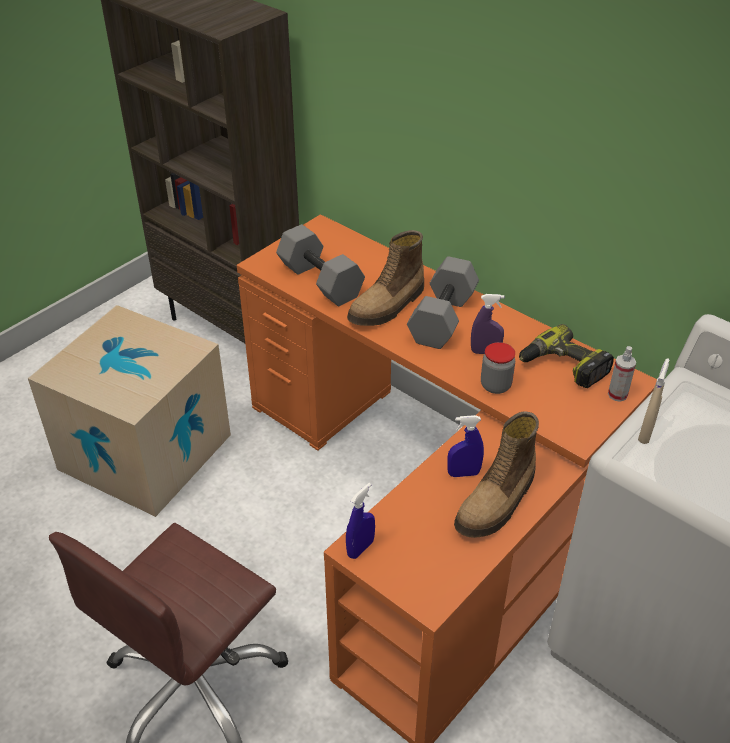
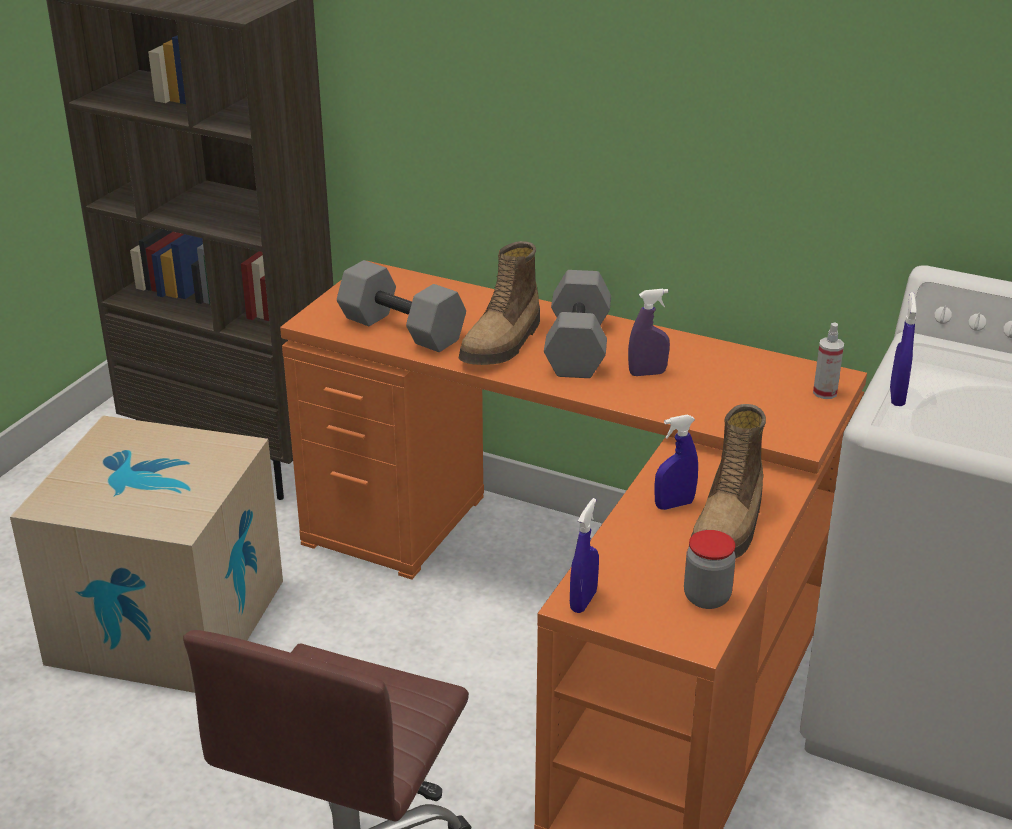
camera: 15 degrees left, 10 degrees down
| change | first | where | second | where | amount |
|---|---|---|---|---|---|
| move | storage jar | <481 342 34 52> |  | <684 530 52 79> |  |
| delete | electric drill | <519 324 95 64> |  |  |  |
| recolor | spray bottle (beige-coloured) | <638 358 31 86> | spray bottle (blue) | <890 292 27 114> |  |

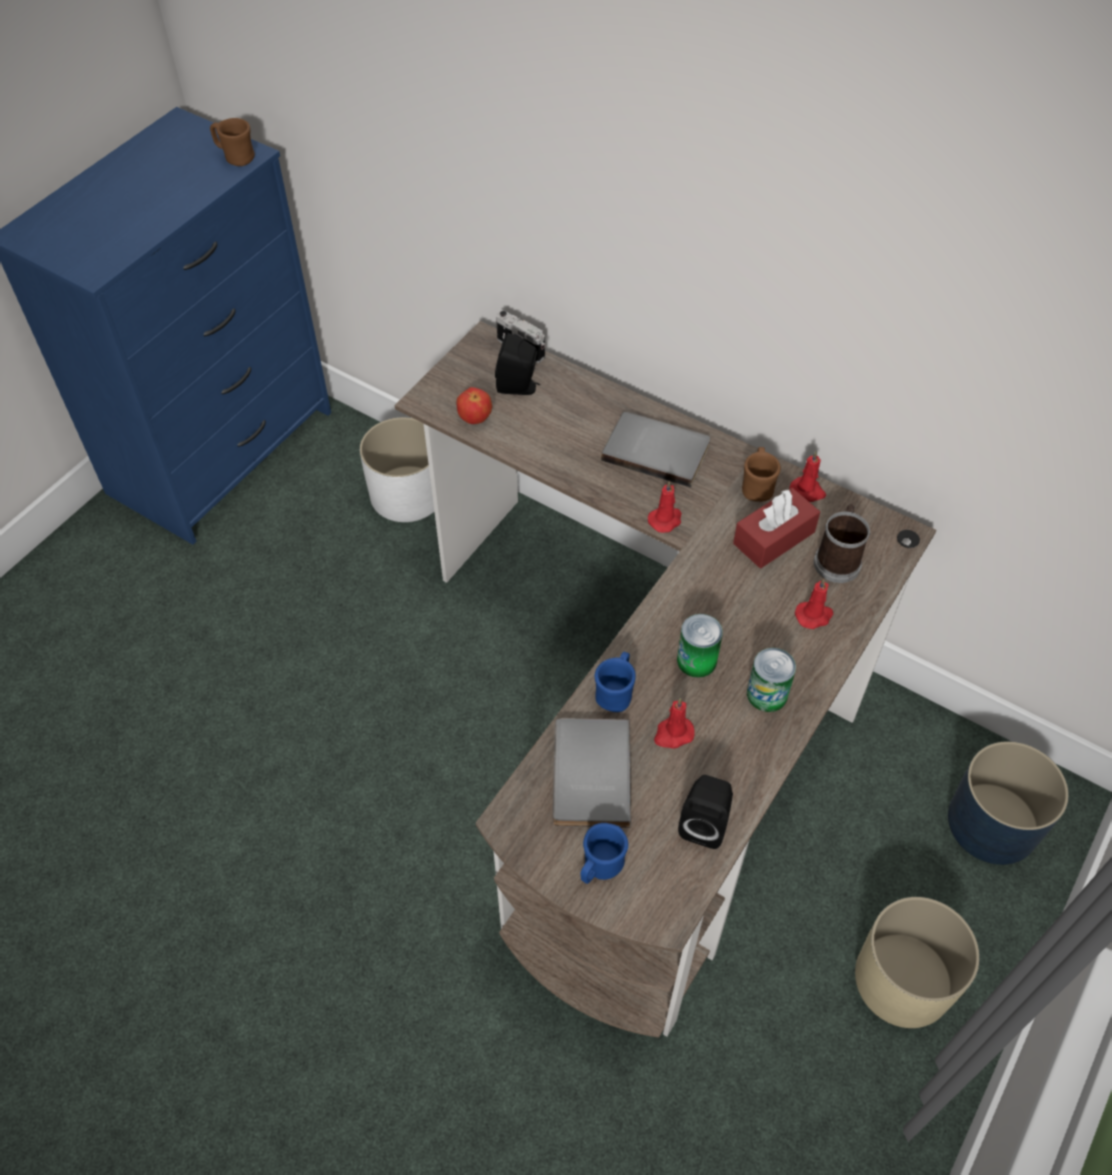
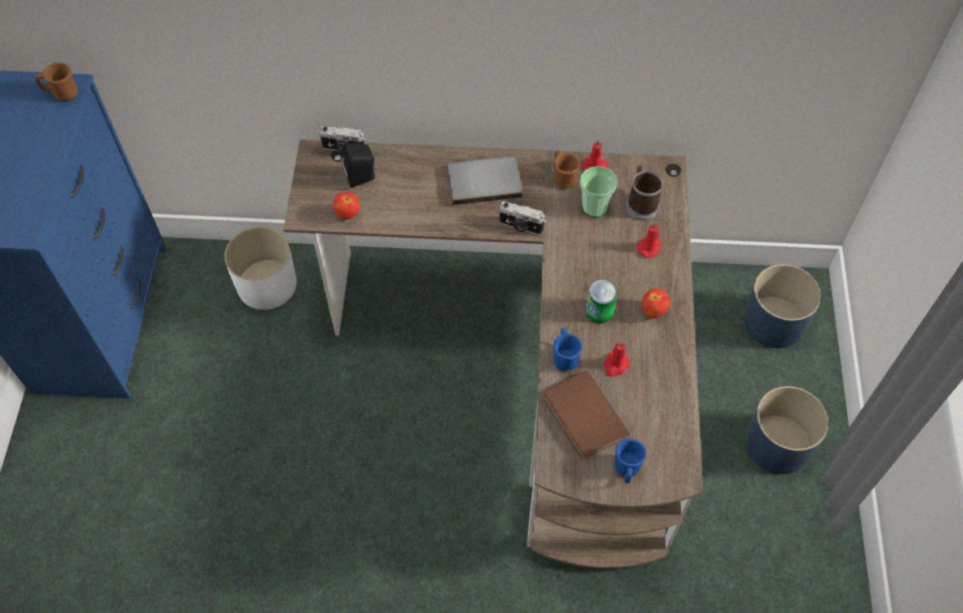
camera: 30 degrees left, 5 degrees up
| change | first | where | second | where | amount |
|---|---|---|---|---|---|
| recolor | volume (grey) | <553 718 78 110> | volume (brown) | <543 370 86 89> |  |
| replace | candle (reddish) | <648 481 34 52> | photo camera | <499 201 47 34> |  |
| delete | loudspeaker (blackish) | <678 775 55 74> |  |  |  |
| replace | tissue box (reddish) | <733 488 87 80> | cup | <580 166 37 51> |  |
| replace | sealed can | <747 648 49 64> | apple fruit | <642 288 29 30> |  |
| recolor | flower pot (beige-coloured) | <855 897 125 131> | flower pot (blue) | <745 386 84 88> |  |

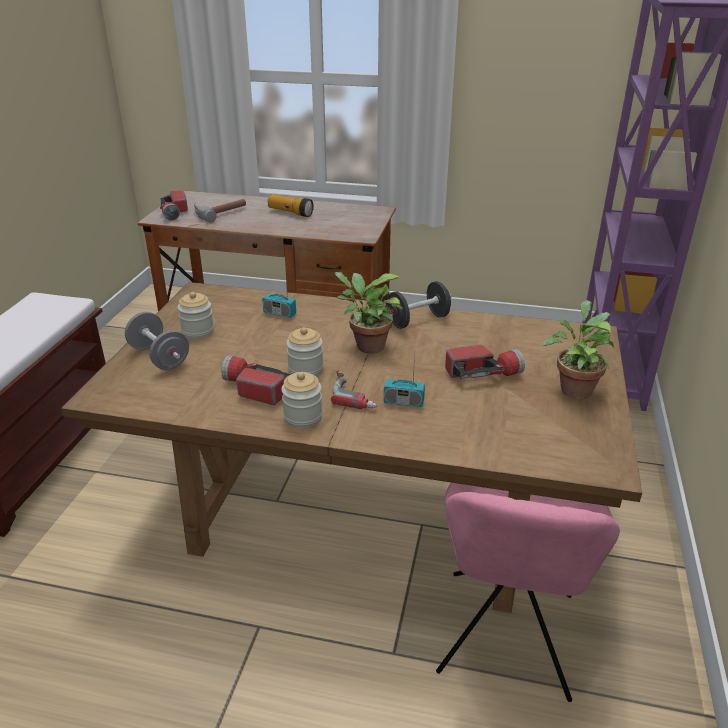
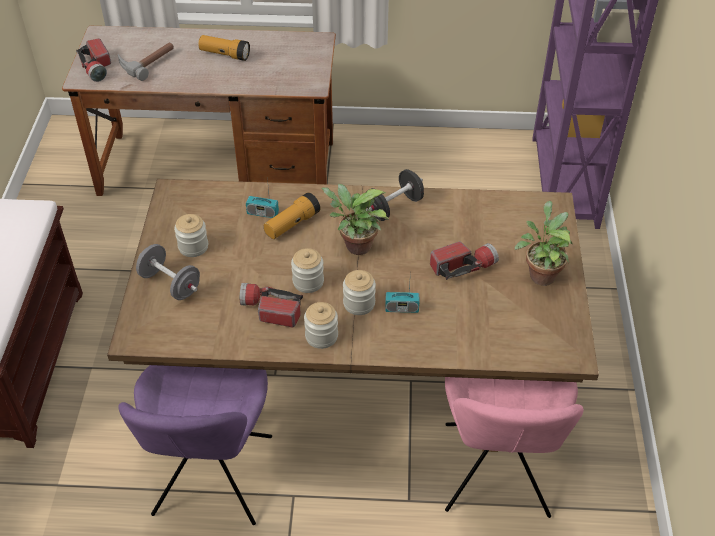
camera: 10 degrees left, 15 degrees up
| change | first | where | second | where | amount |
|---|---|---|---|---|---|
| replace | electric drill | <331 370 47 39> | storage jar | <343 270 33 45> |  |
| insert |  |  | chair (purple) | <118 365 154 160> |  |
| insert |  |  | torch | <264 193 56 46> |  |

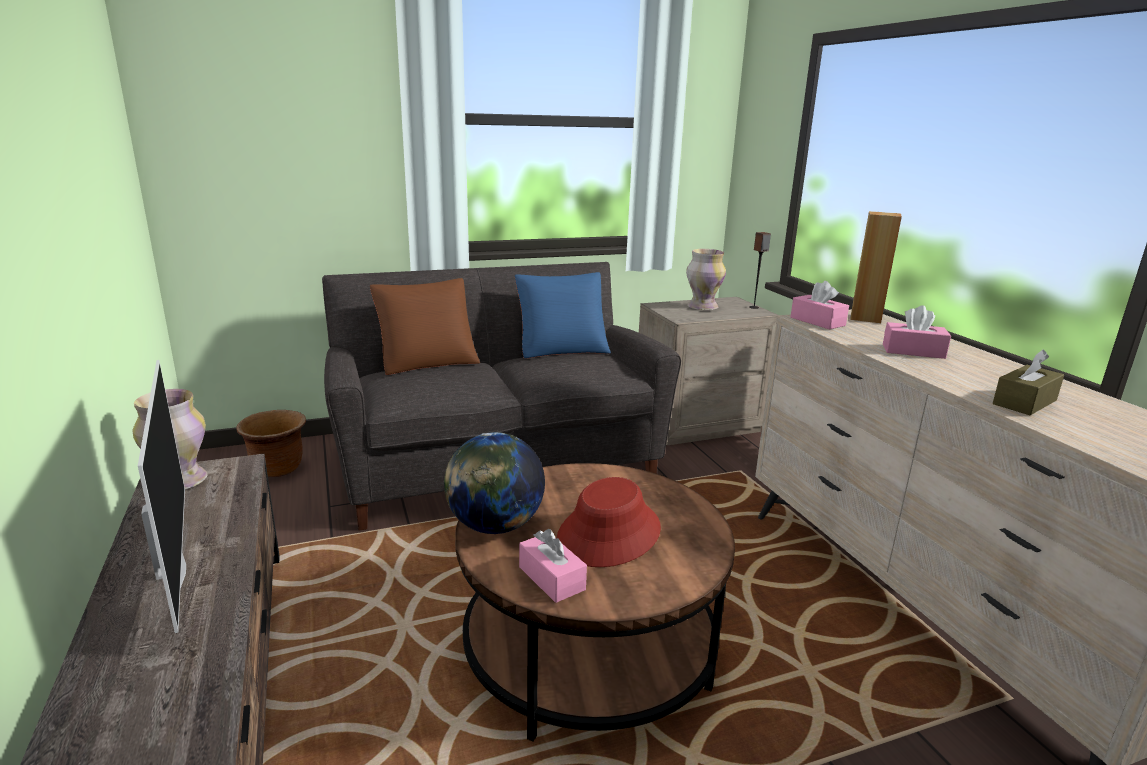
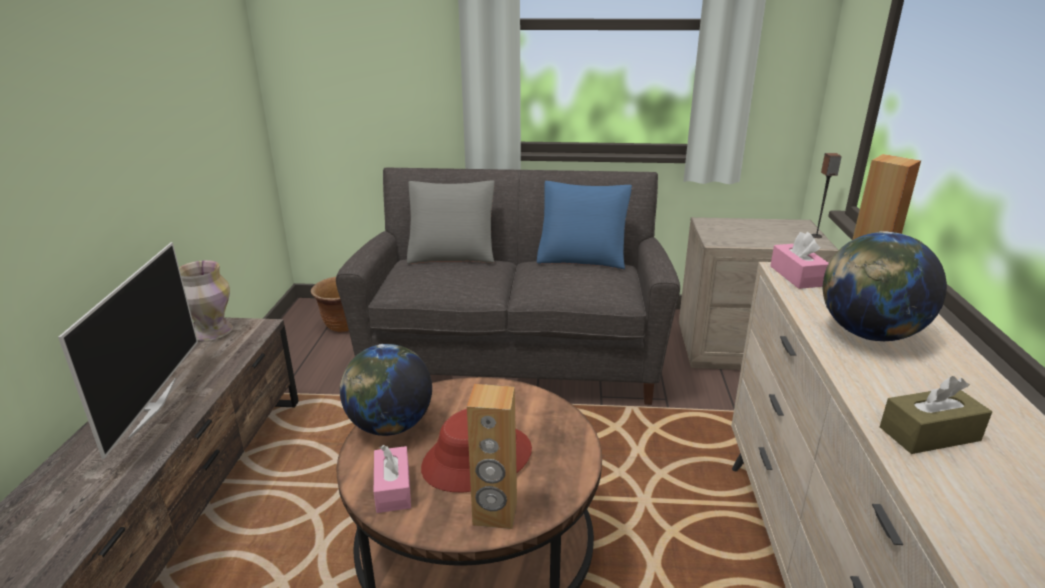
camera: 25 degrees right, 5 degrees up
| change | first | where | second | where | amount |
|---|---|---|---|---|---|
| recolor | cushion (brown) | <370 278 110 97> | cushion (grey) | <407 180 88 84> |  |
| delete | flower vase | <686 249 40 61> |  |  |  |
| replace | tissue box (pinkish) | <883 305 68 54> | world globe | <822 231 125 110> |  |
| insert |  |  | loudspeaker (brown) | <467 384 50 145> |  |

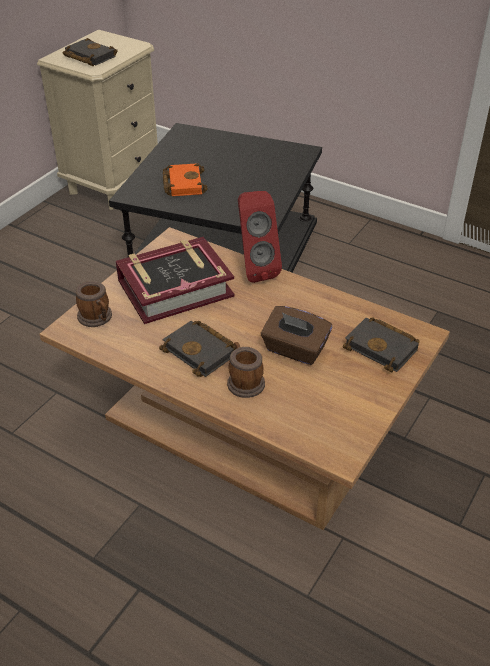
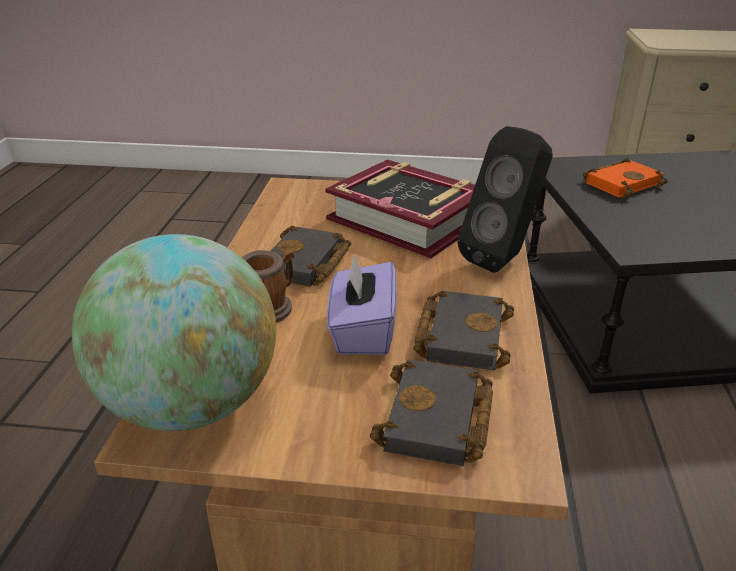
camera: 65 degrees right, 10 degrees down
| change | first | where | second | where | amount |
|---|---|---|---|---|---|
| move | volume (blackish) | <63 38 55 28> |  | <413 291 101 79> |  |
| delete | coffee mug | <76 281 36 46> |  |  |  |
| recolor | loudspeaker (reddish) | <238 191 44 92> | loudspeaker (blackish) | <458 126 95 147> |  |
| recolor | tissue box (brown) | <261 306 71 59> | tissue box (purple) | <327 253 70 102> |  |
| insert |  |  | world globe | <72 234 204 197> |  |

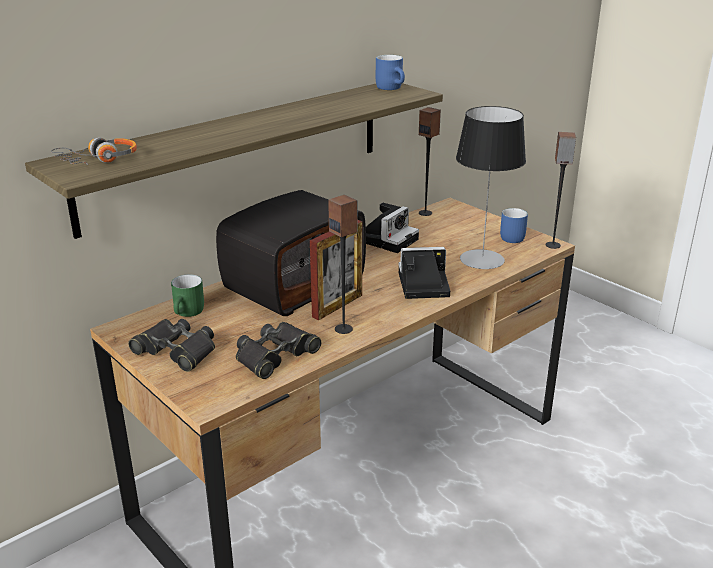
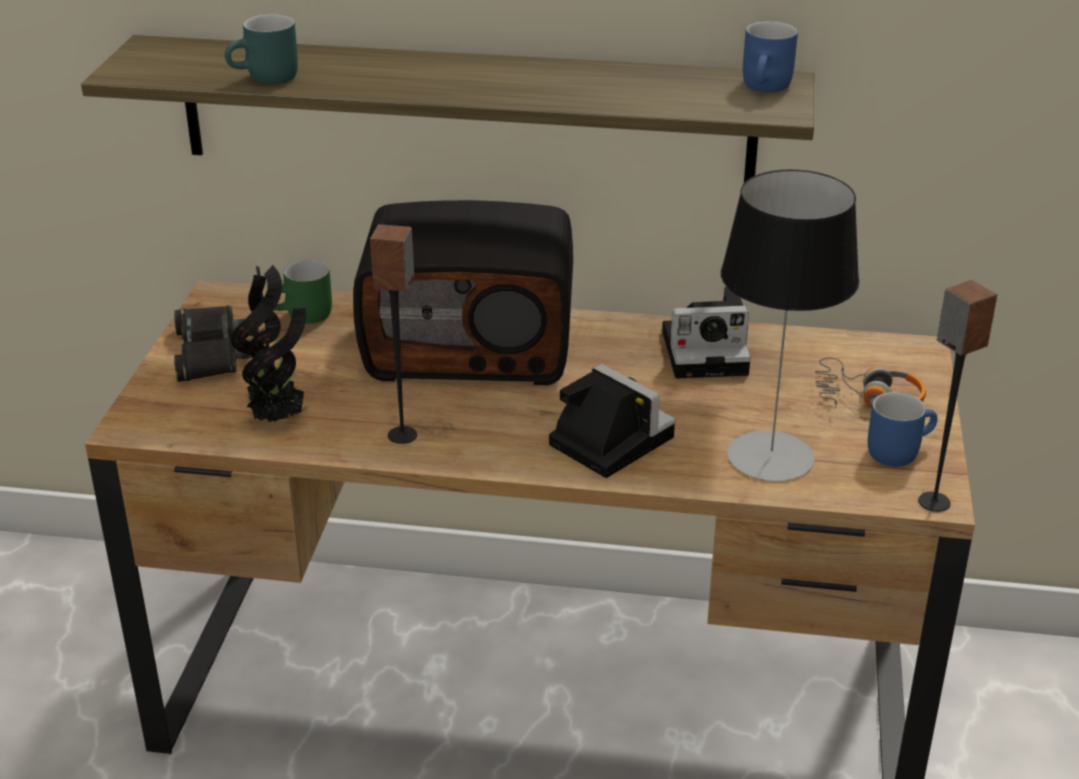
camera: 50 degrees right, 5 degrees up
| change | first | where | second | where | amount |
|---|---|---|---|---|---|
| move | headset | <51 137 86 28> |  | <815 357 111 51> |  |
| replace | pair of binoculars (blackish) | <236 322 85 57> | potted plant | <230 265 76 158> |  |
| delete | picture frame | <310 220 52 100> |  |  |  |
| delete | loudspeaker | <419 107 22 109> |  |  |  |
| insert |  |  | coffee mug (turquoise-coloured) | <225 14 73 70> |  |

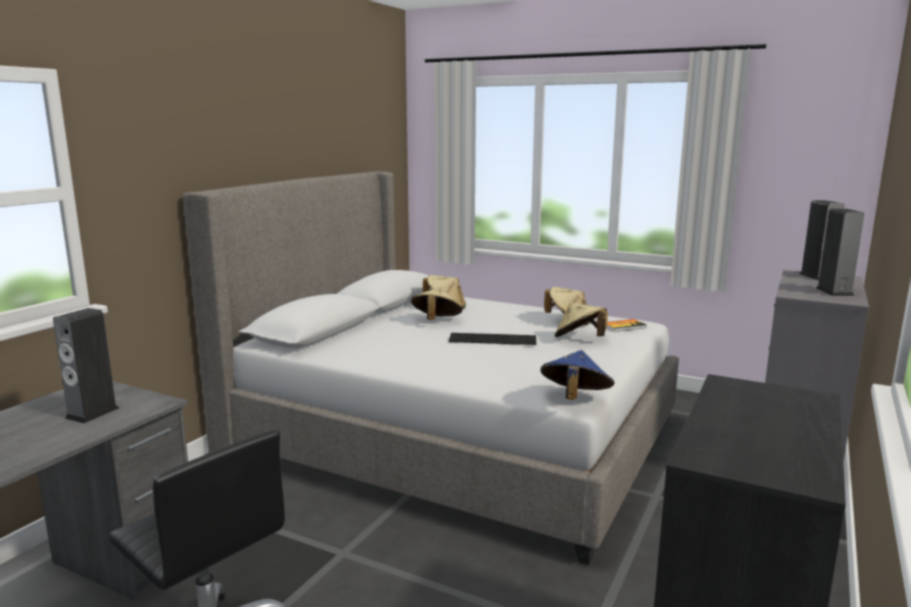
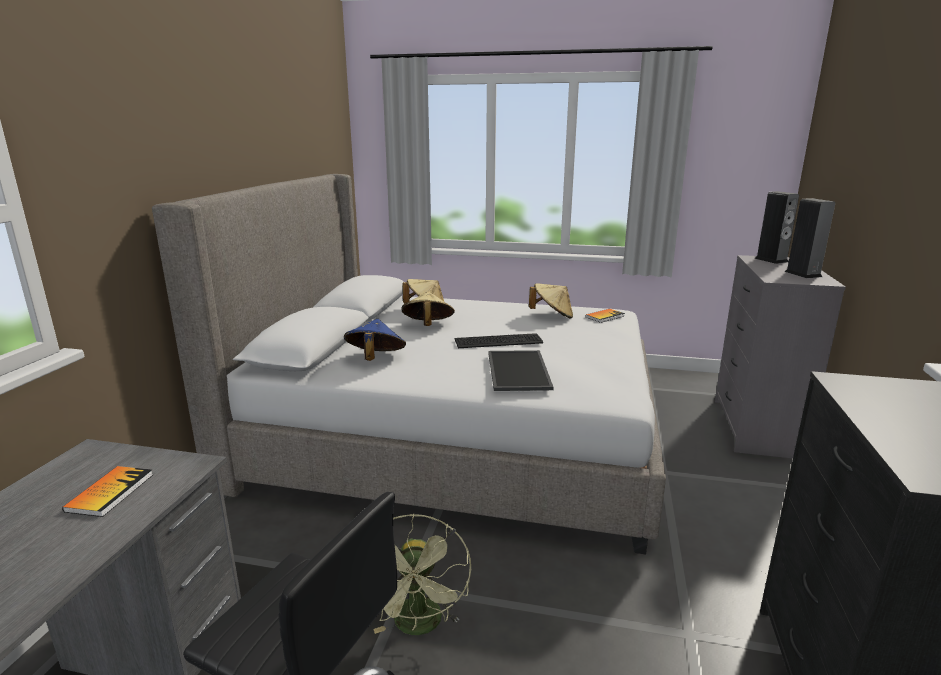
camera: 15 degrees left, 5 degrees up
| change | first | where | second | where | amount |
|---|---|---|---|---|---|
| replace | loudspeaker | <53 308 66 116> | volume | <62 466 91 51> |  |
| move | hat (blue) | <540 350 75 50> |  | <344 319 62 42> |  |
| delete | hat (beige-coloured) | <555 303 53 34> |  |  |  |
| insert |  |  | electric fan (green-coloured) | <373 514 98 121> |  |
| insert |  |  | tray | <488 350 66 41> |  |

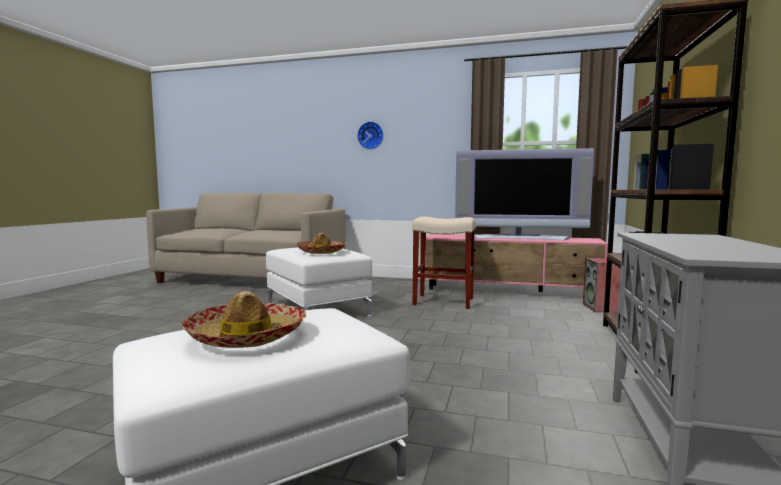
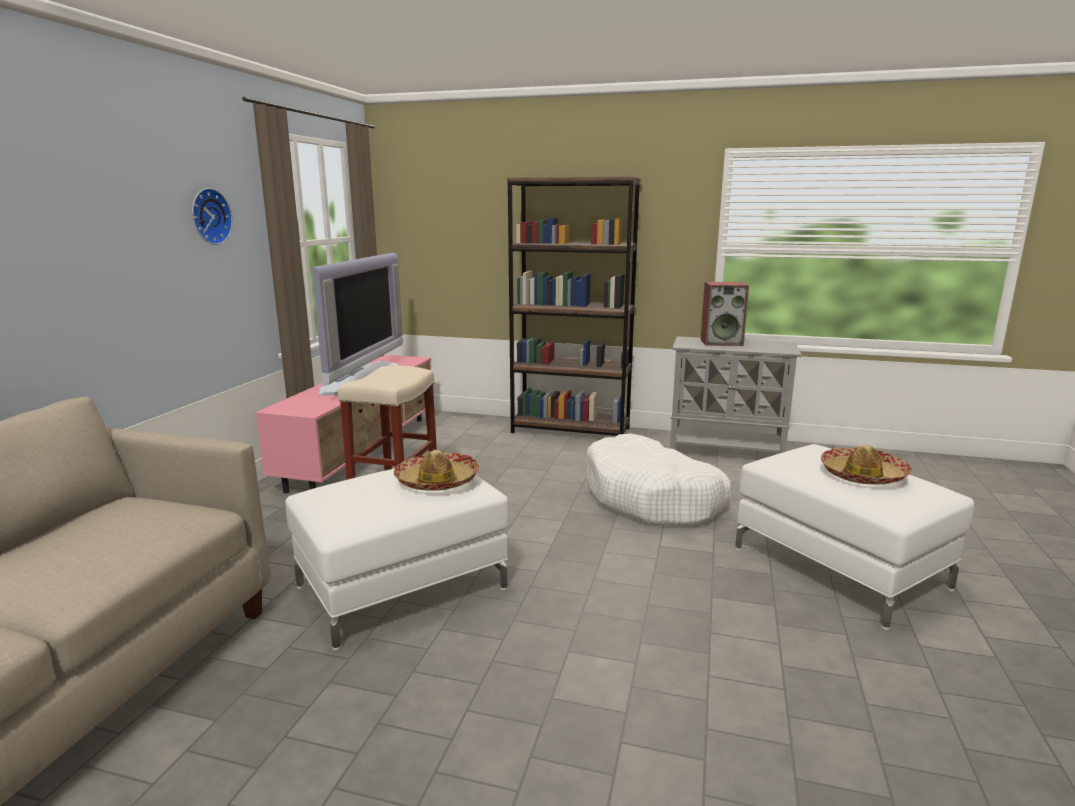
camera: 90 degrees left, 10 degrees up
| change | first | where | second | where | amount |
|---|---|---|---|---|---|
| move | wall clock | <357 121 27 29> |  | <192 188 41 57> |  |
| move | loudspeaker | <583 258 38 54> |  | <701 282 48 64> |  |
| insert |  |  | dog cushion (whitish) | <586 433 145 92> |  |

